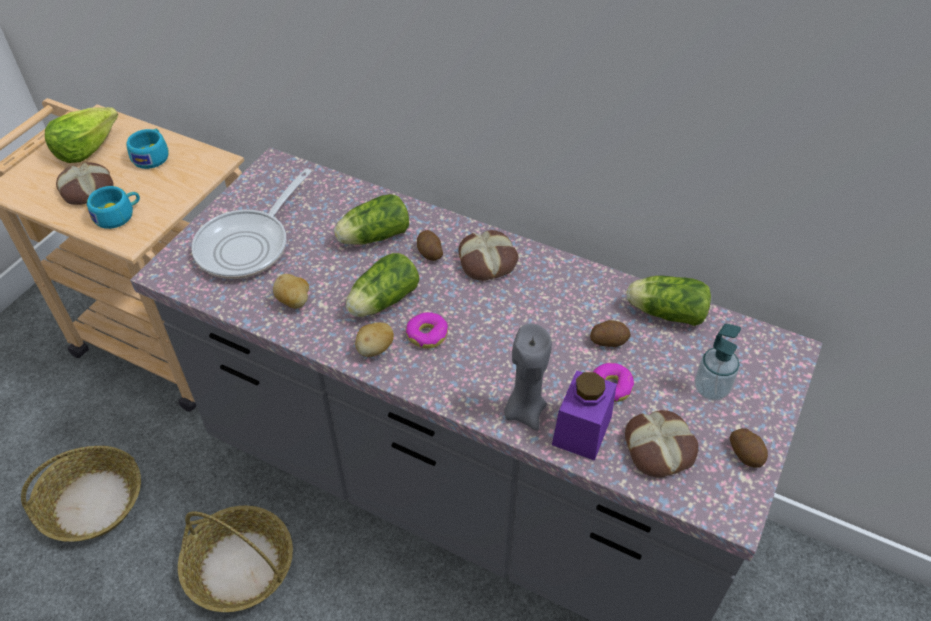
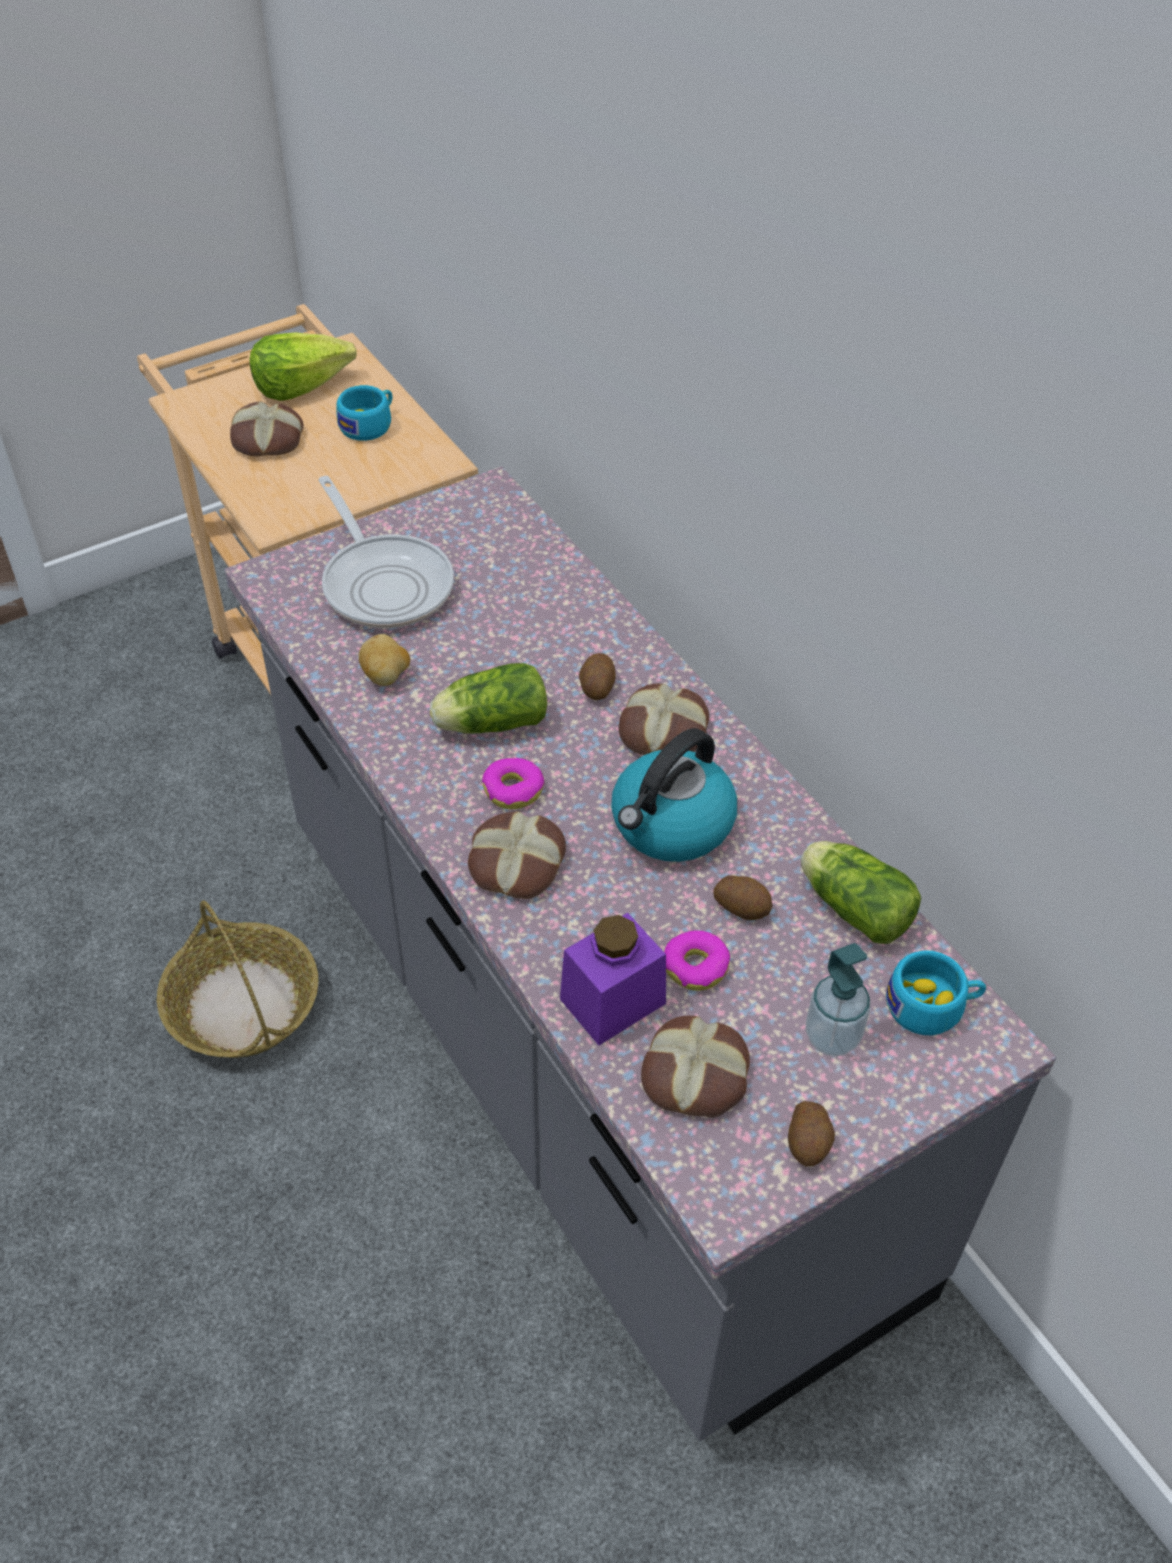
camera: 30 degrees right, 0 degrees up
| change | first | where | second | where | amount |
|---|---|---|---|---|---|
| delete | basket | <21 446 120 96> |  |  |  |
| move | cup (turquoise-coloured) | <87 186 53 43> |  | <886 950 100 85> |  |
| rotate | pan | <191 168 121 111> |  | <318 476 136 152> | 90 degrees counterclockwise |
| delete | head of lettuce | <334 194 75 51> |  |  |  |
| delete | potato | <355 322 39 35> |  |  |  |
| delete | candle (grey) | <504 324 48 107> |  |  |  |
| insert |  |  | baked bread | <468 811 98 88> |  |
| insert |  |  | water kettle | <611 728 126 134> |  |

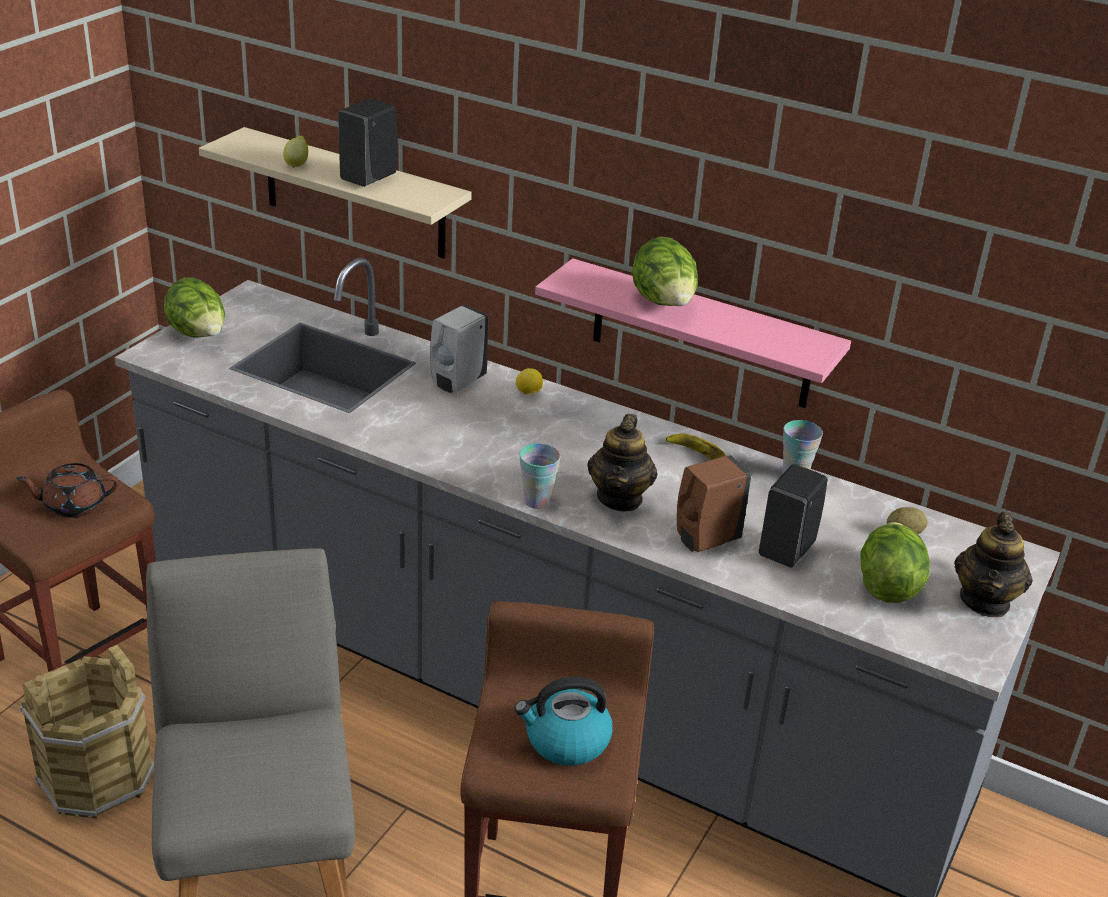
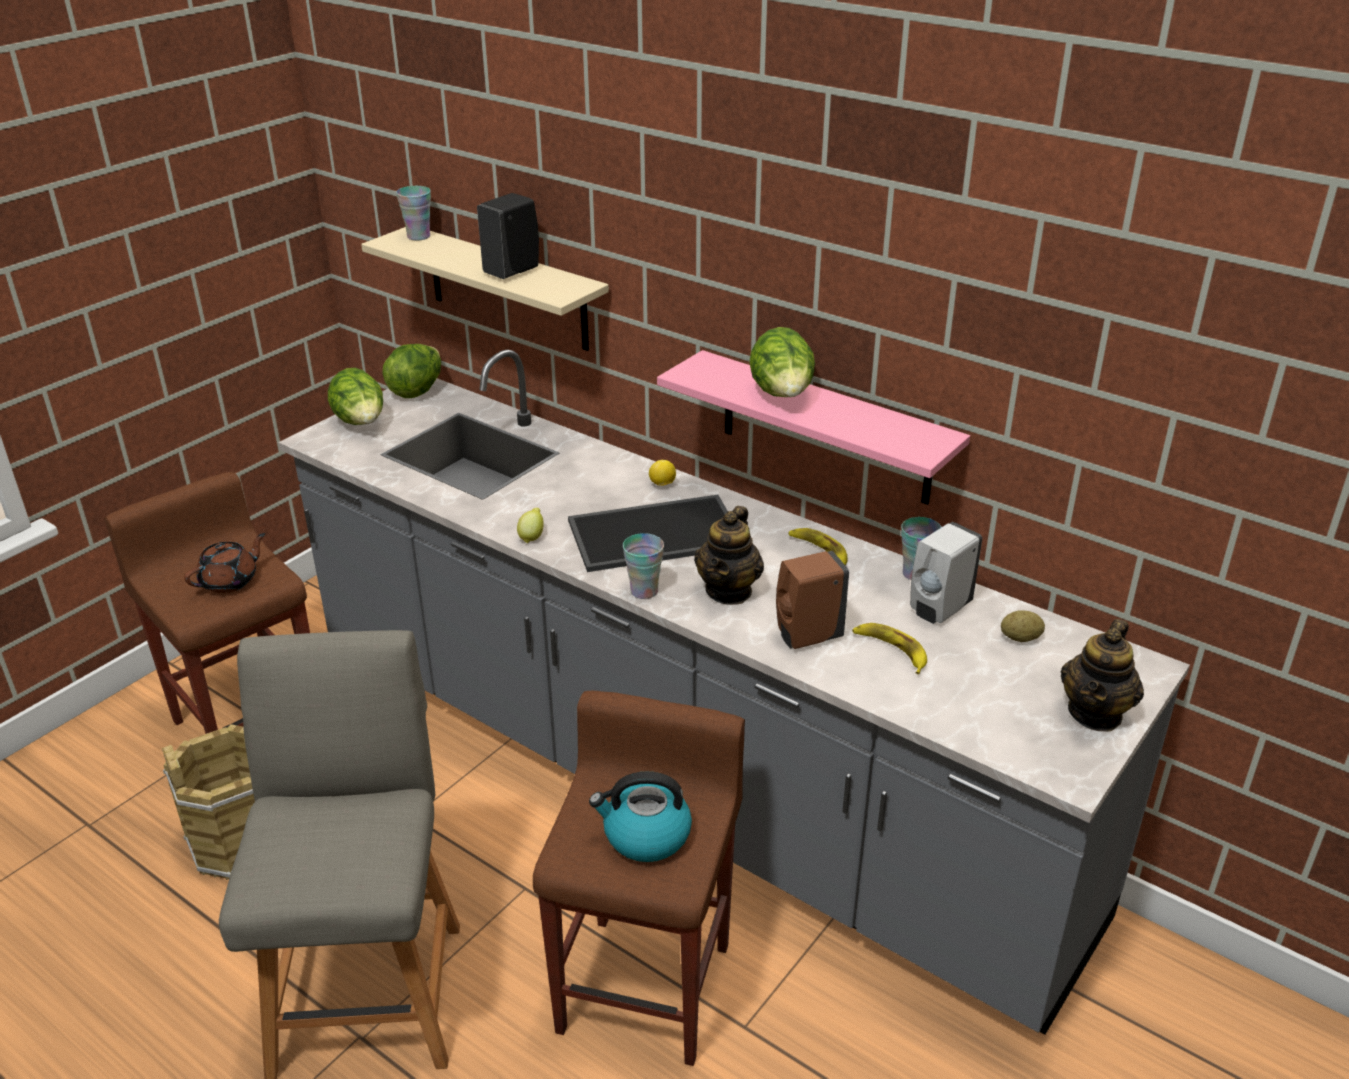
camera: 10 degrees right, 0 degrees up
| change | first | where | second | where | amount |
|---|---|---|---|---|---|
| rotate | pot for tea (brown) | <16 463 103 55> |  | <184 533 81 60> | 135 degrees clockwise |
| move | citrus fruit | <283 136 25 32> |  | <517 508 27 35> |  |
| move | soap bottle (whitish) | <430 305 58 88> |  | <910 522 72 102> |  |
| replace | soap bottle (blackish) | <759 464 69 103> | banana fruit | <852 623 75 51> |  |
| move | head of lettuce | <860 522 70 81> |  | <382 344 59 54> |  |
| insert |  |  | cup | <396 186 35 55> |  |
| insert |  |  | tray | <568 495 160 77> |  |

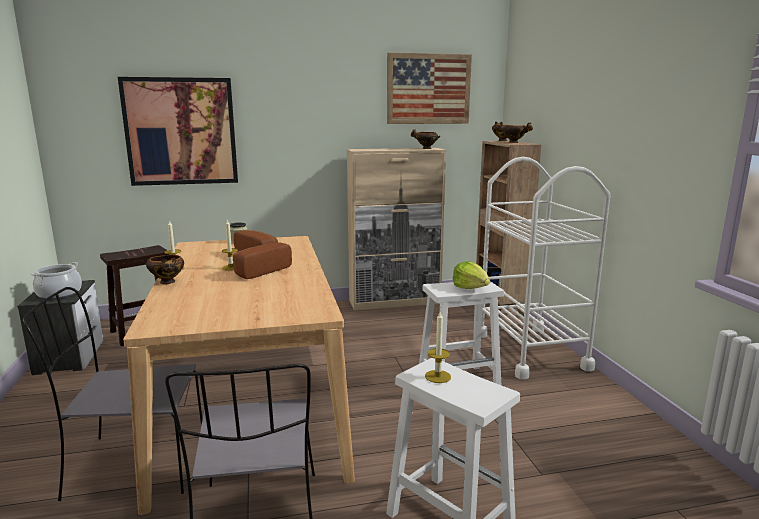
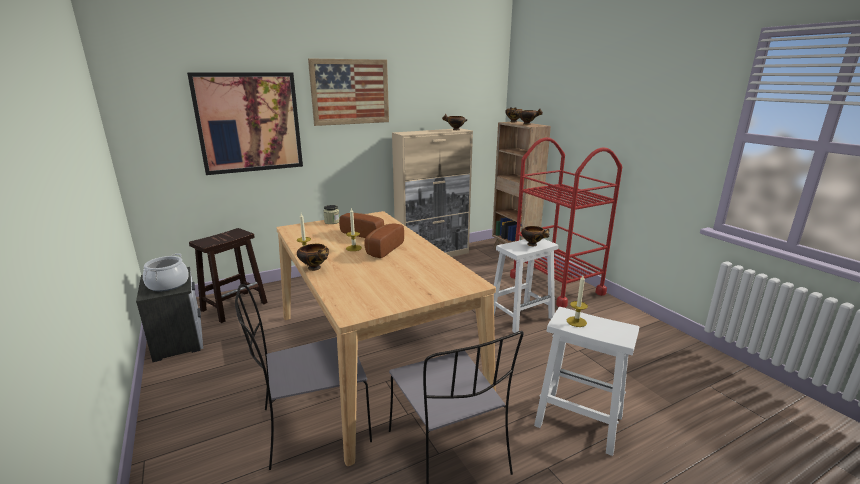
camera: 15 degrees left, 5 degrees up
| change | first | where | second | where | amount |
|---|---|---|---|---|---|
| move | picture | <387 52 85 72> |  | <308 58 81 68> |  |
| replace | head of lettuce | <453 261 37 28> | serving bowl | <521 226 28 20> |  |
| recolor | cart (whitish) | <481 157 129 222> | cart (reddish) | <510 137 112 171> |  |

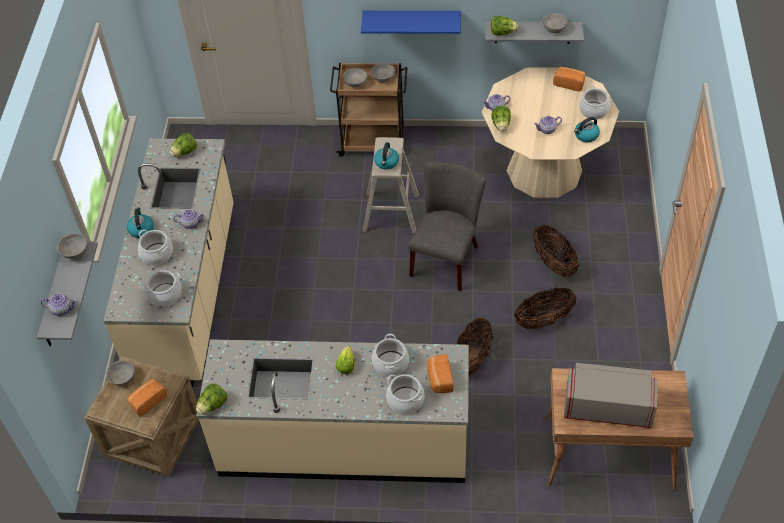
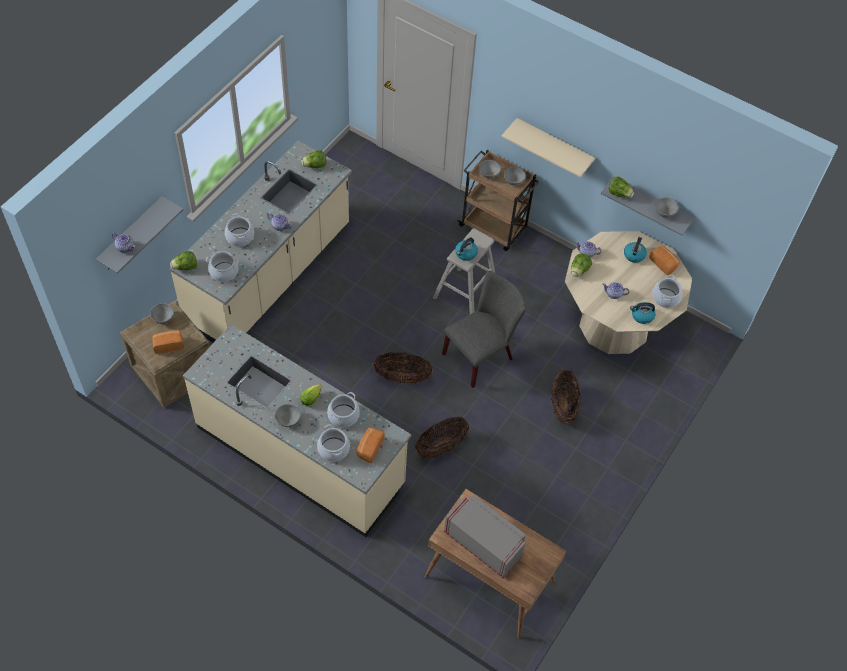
camera: 25 degrees right, 5 degrees up
| change | first | where | second | where | amount |
|---|---|---|---|---|---|
| move | serving bowl (grey) | <57 233 31 26> |  | <275 404 26 23> |  |
| move | water kettle | <127 207 27 31> |  | <624 237 23 26> |  |
| move | head of lettuce | <196 384 31 31> |  | <170 251 27 19> |  |
| recolor | shelf (blue) | <361 11 100 23> | shelf (beige-coloured) | <501 118 94 60> |  |
| move | basket | <514 288 63 41> |  | <374 352 59 31> |  |

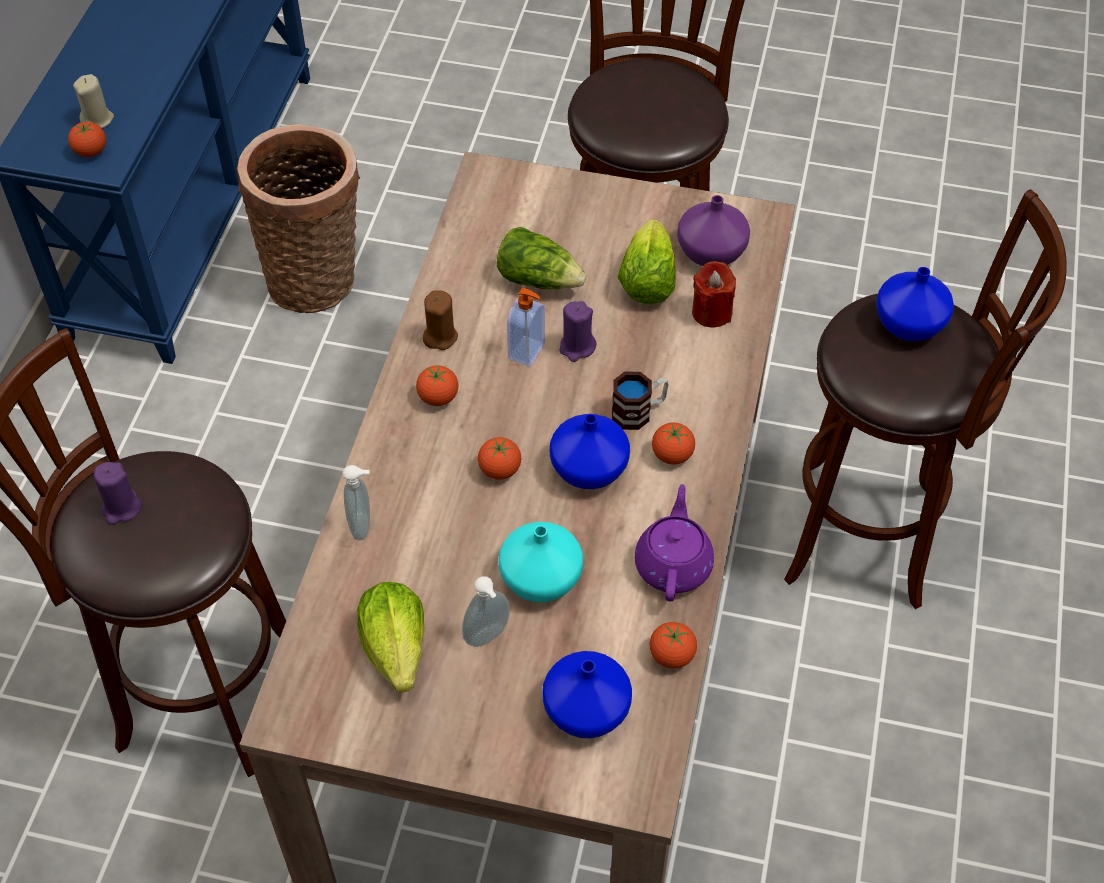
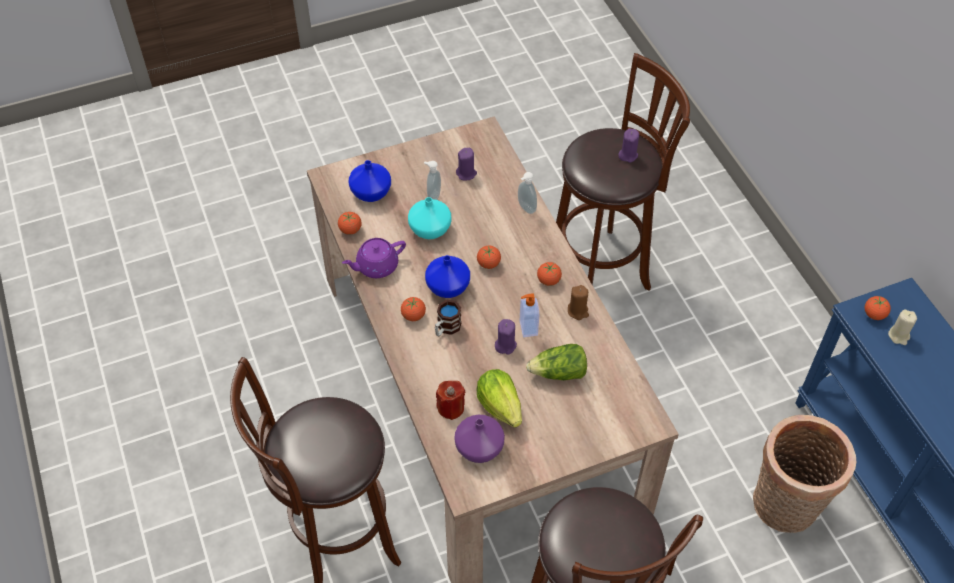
camera: 145 degrees right, 0 degrees up
| change | first | where | second | where | amount |
|---|---|---|---|---|---|
| replace | head of lettuce | <357 582 67 111> | candle (purple) | <456 148 21 32> |  |
| rotate | pot for tea (purple) | <635 484 79 117> |  | <342 238 64 40> | 90 degrees clockwise |
| delete | flower vase (blue) | <876 267 78 74> |  |  |  |

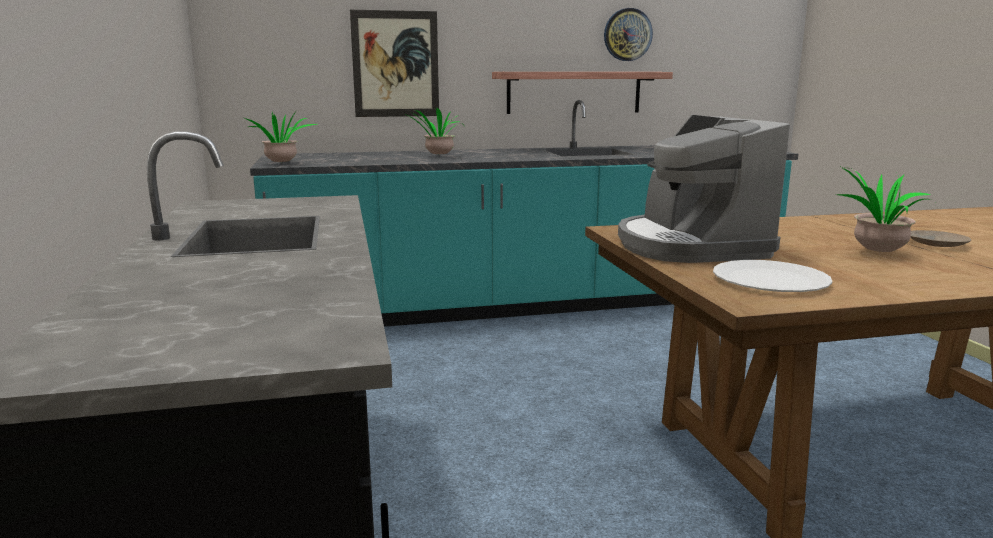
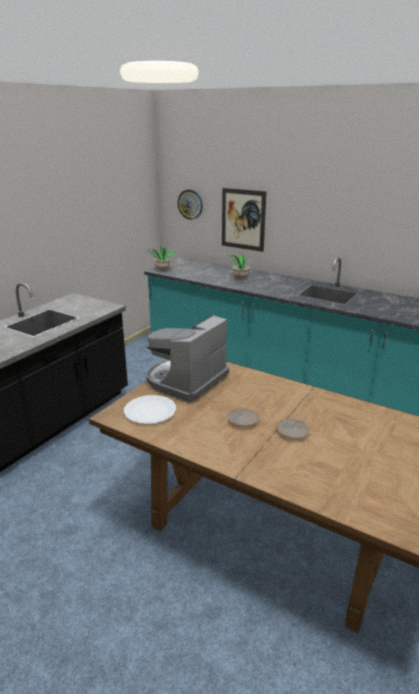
camera: 45 degrees right, 10 degrees up
| change | first | where | second | where | amount |
|---|---|---|---|---|---|
| delete | shelf | <492 72 181 42> |  |  |  |
| move | wall clock | <604 8 49 53> |  | <178 189 25 31> |  |
| replace | potted plant | <837 167 97 86> | flat dish (beige-coloured) | <227 408 33 18> |  |

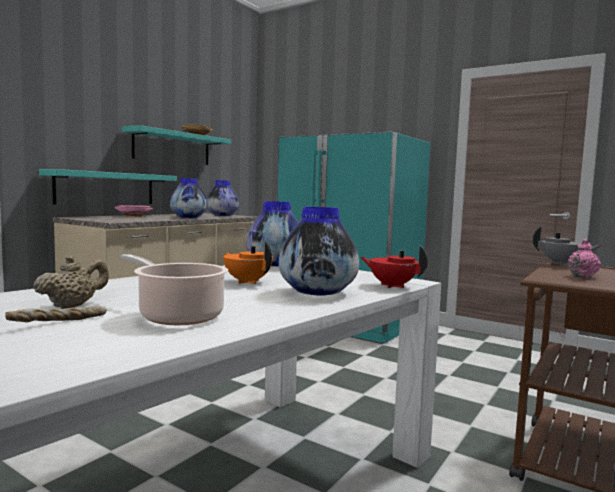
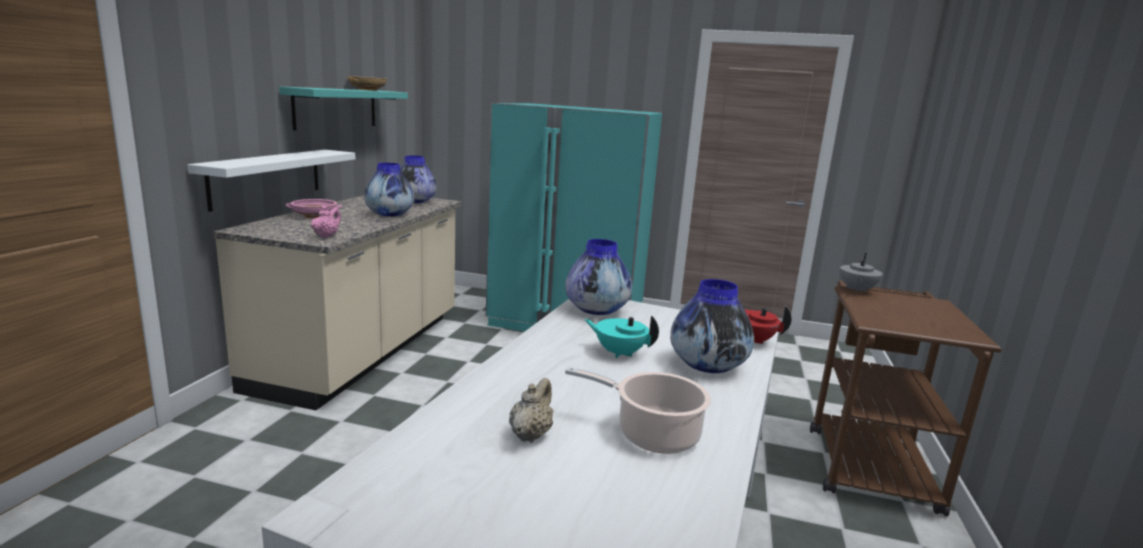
camera: 20 degrees left, 10 degrees up
| change | first | where | second | where | amount |
|---|---|---|---|---|---|
| delete | baked bread | <5 306 102 16> |  |  |  |
| recolor | shelf (turquoise-coloured) | <39 169 138 35> | shelf (whitish) | <188 150 167 62> |  |
| recolor | pot for tea (orange-coloured) | <223 241 50 43> | pot for tea (turquoise-coloured) | <584 316 75 42> |  |
| rotate | pot for tea (grey) | <533 226 69 39> |  | <840 253 43 40> | 105 degrees clockwise |
| move | pot for tea (pinkish) | <567 239 34 39> |  | <311 206 30 32> |  |

